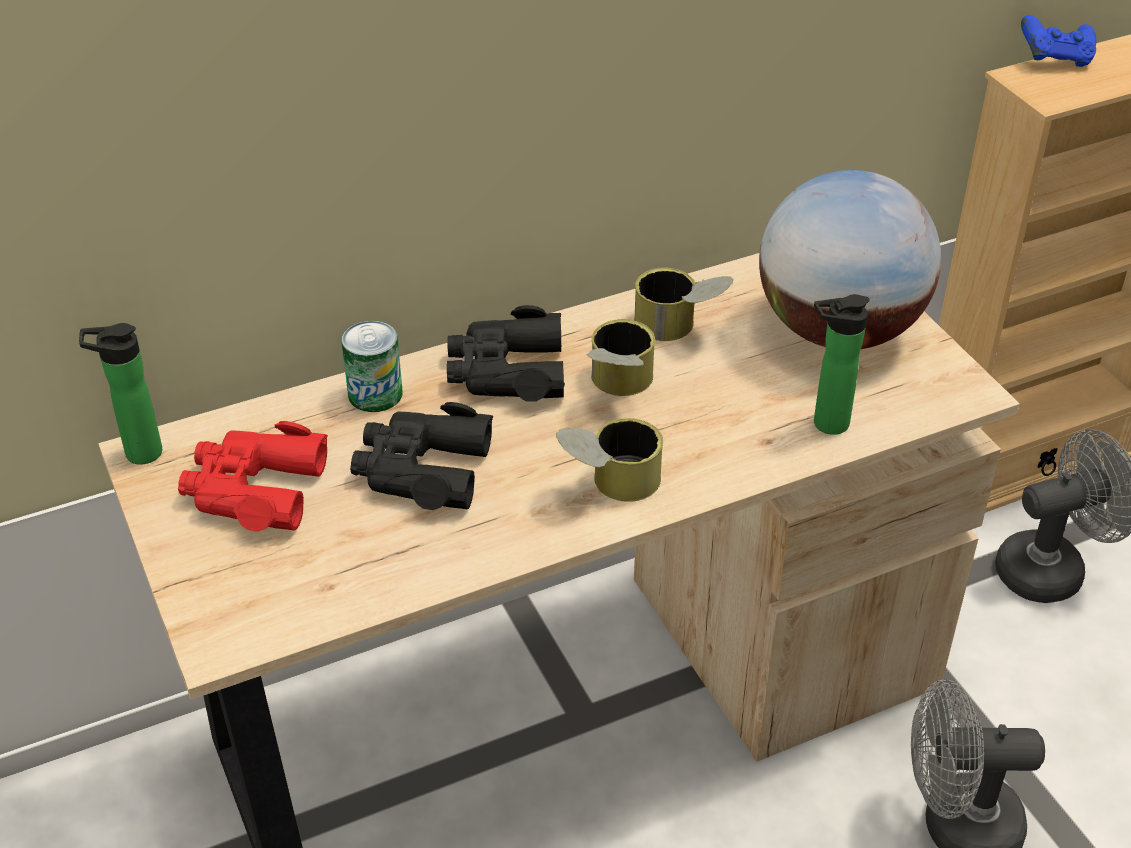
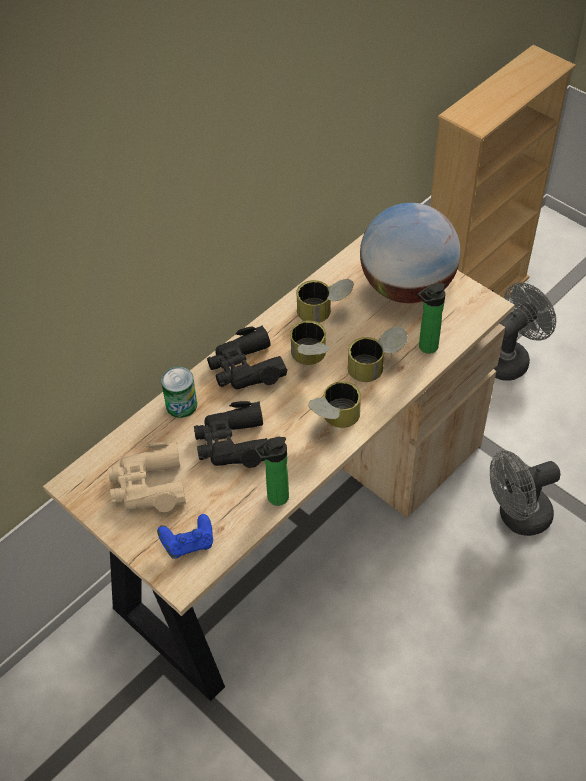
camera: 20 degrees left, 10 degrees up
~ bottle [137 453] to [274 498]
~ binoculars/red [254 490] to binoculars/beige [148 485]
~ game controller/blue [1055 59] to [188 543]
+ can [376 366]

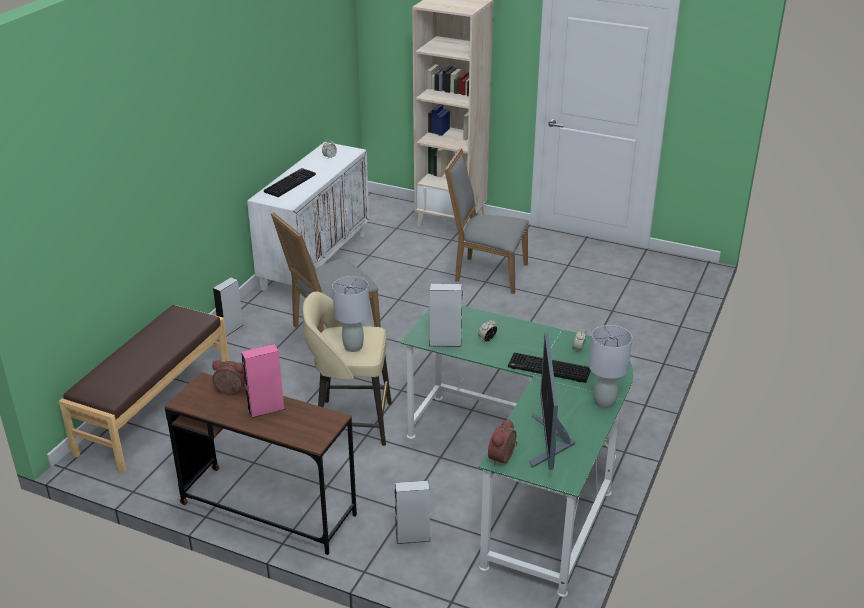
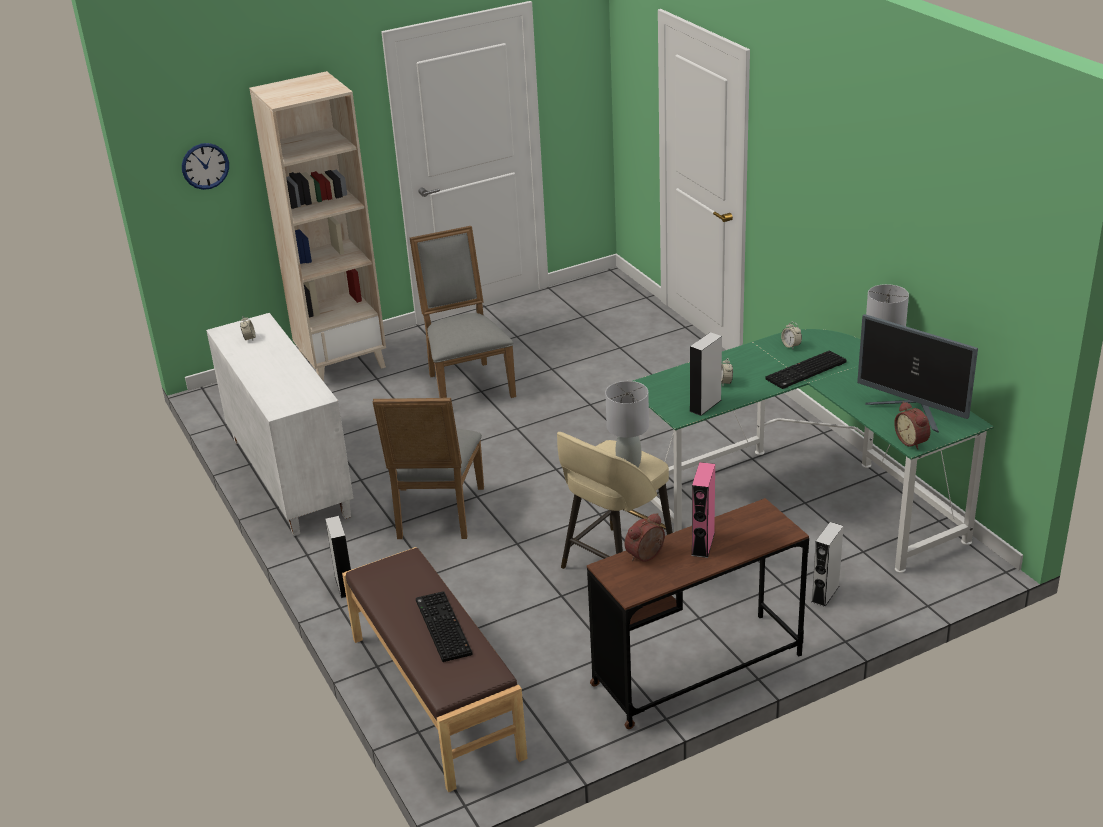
camera: 50 degrees left, 0 degrees up
~ keyboard [289 183] to [441 627]
~ chair/grey [486 273] = [467 384] 105 degrees clockwise
+ wall clock [205 166]

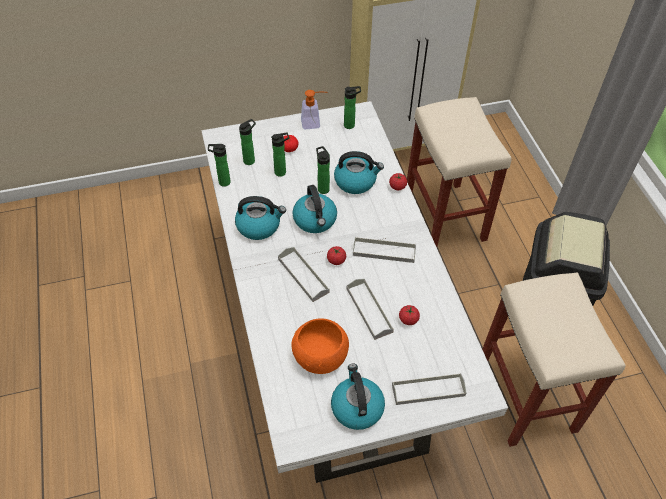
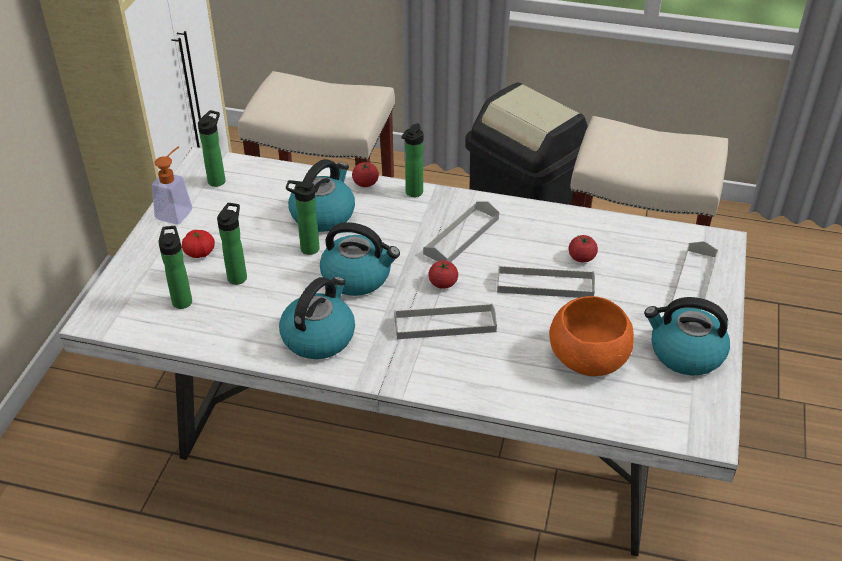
camera: 60 degrees left, 10 degrees down
~ bottle [222 182] to [413 193]

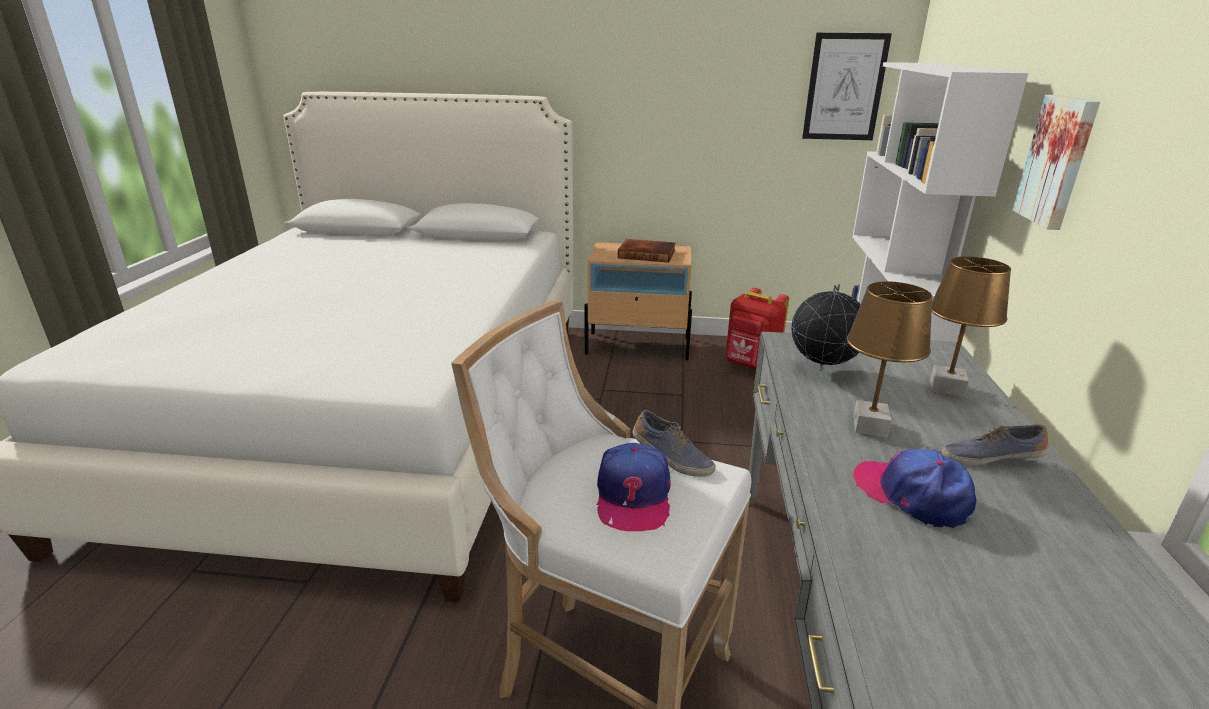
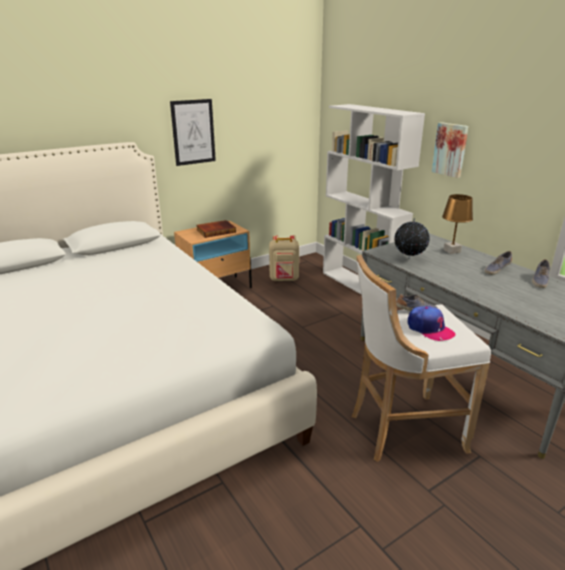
camera: 40 degrees left, 0 degrees up
~ backpack/red [751 365] to backpack/beige [284 279]
~ picture [845 87] to [193 132]
- table lamp/brown [870 427]
- cap [912 495]
+ shoe [539 280]

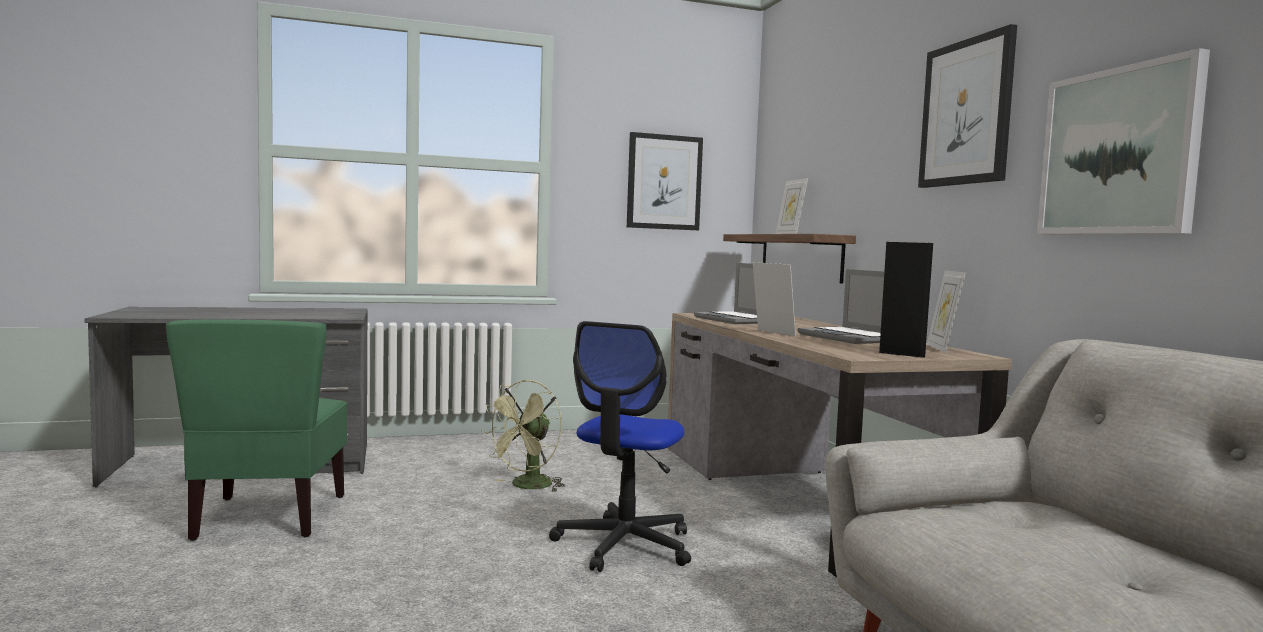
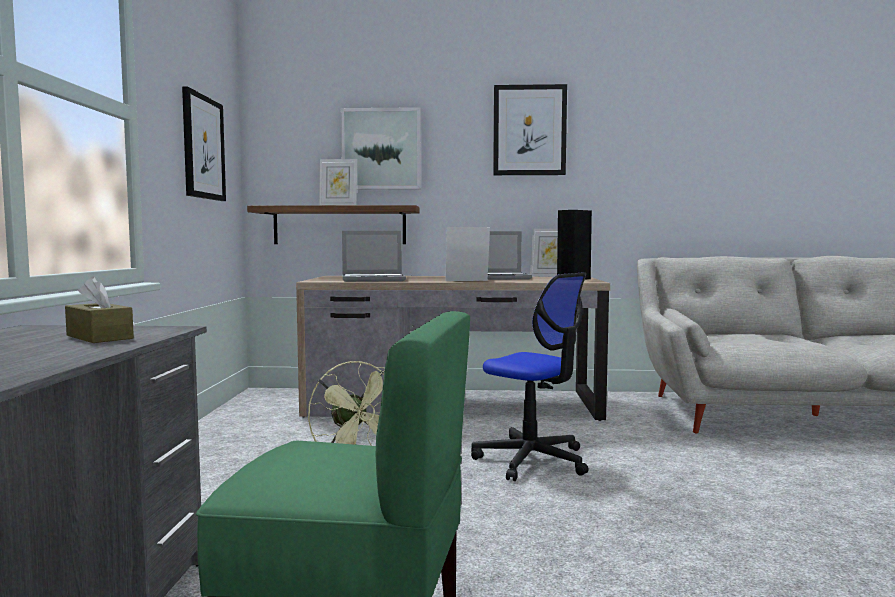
camera: 70 degrees left, 0 degrees up
~ picture [1119 152] to [381 149]
+ tissue box/brown [99 337]

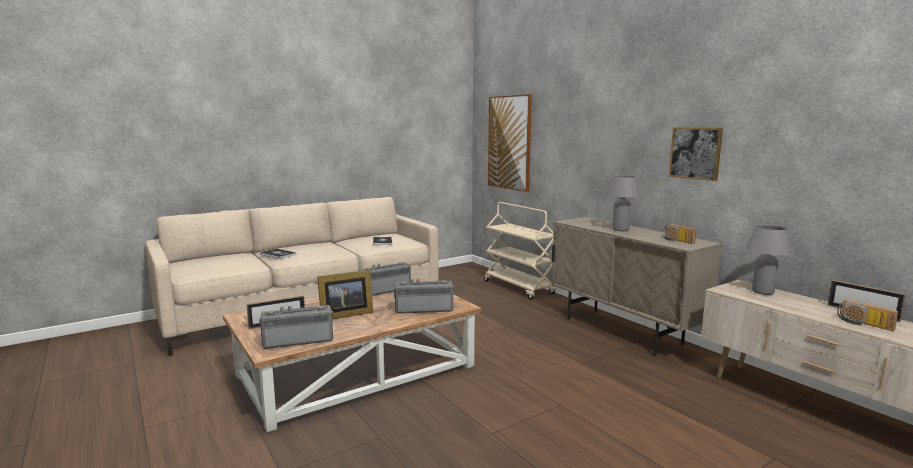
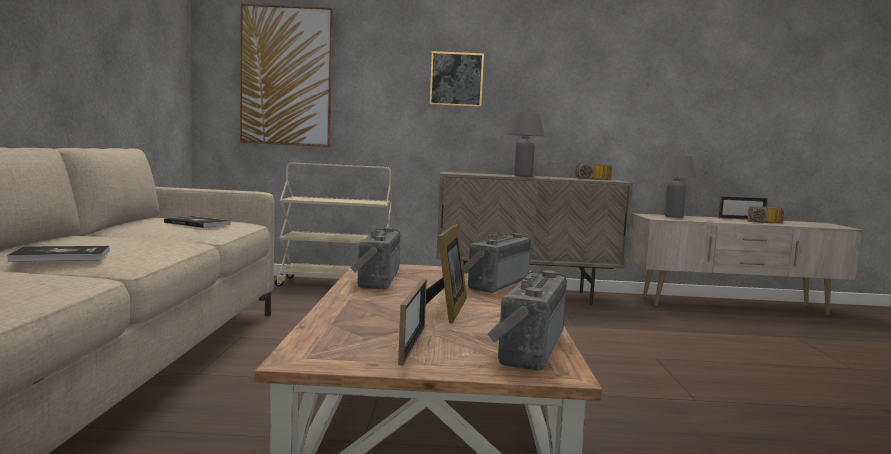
camera: 55 degrees left, 5 degrees down
~ picture [695 153] to [456 79]

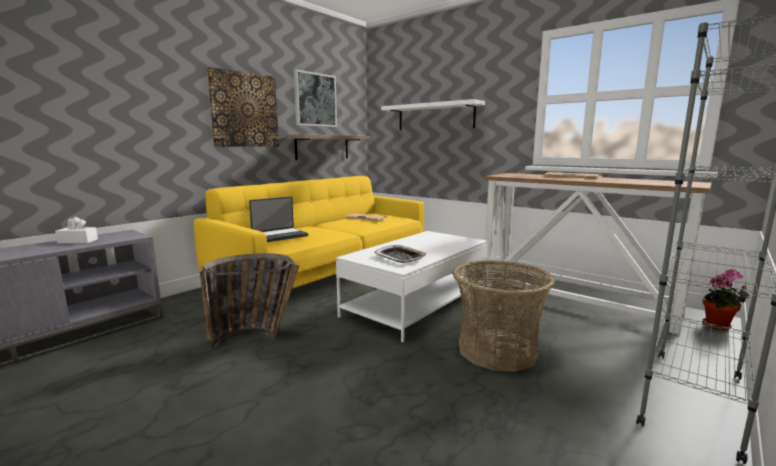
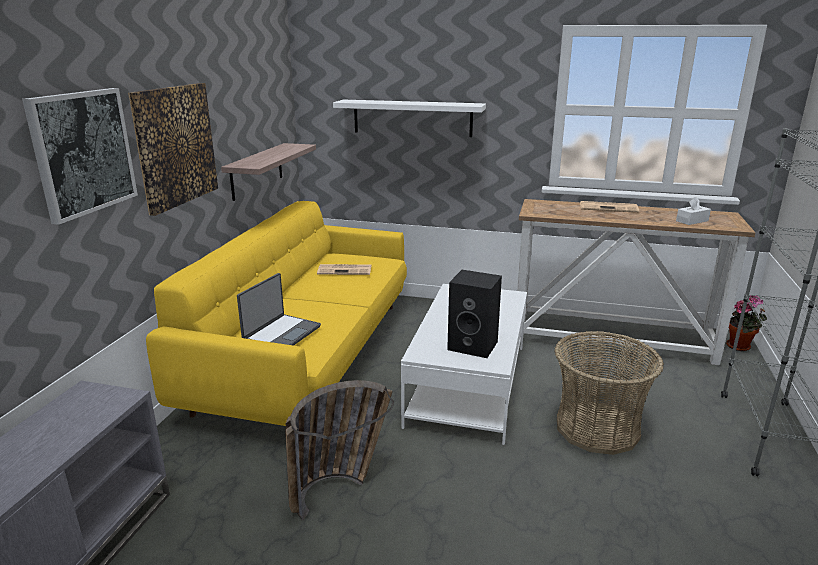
camera: 25 degrees left, 10 degrees up
~ tissue box/white [78 241] to [692 221]
~ picture [315 100] to [83 152]
~ tray [400 258] to speaker/black [474 345]

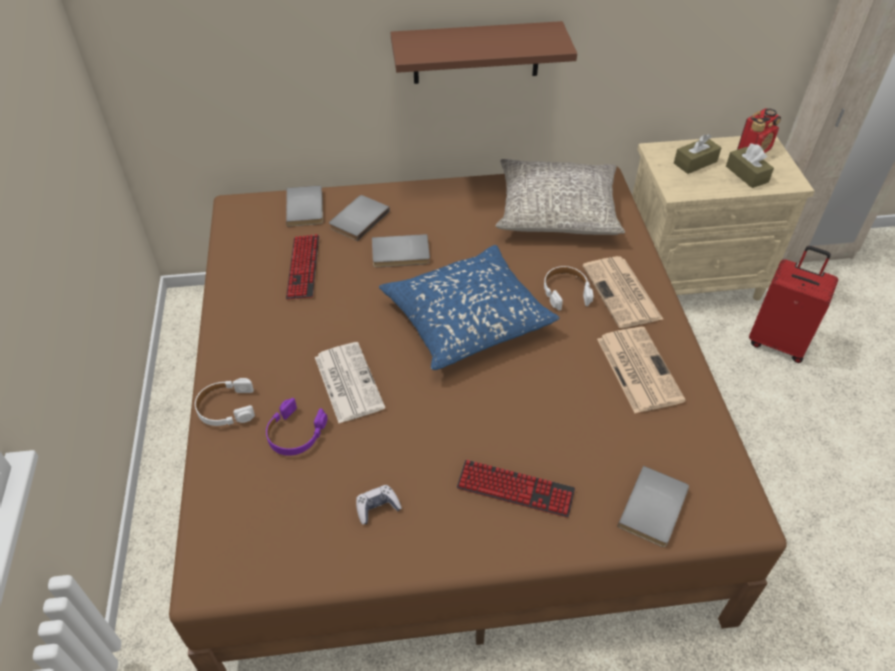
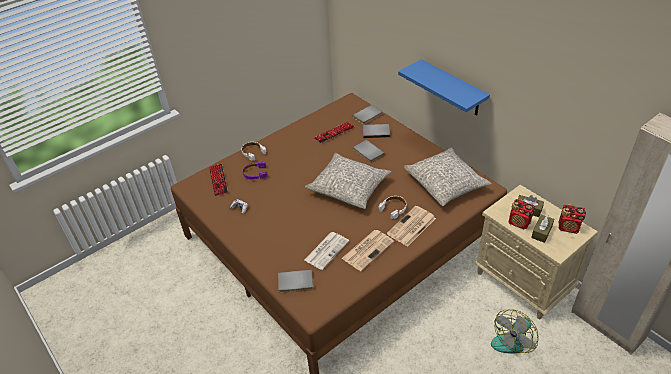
camera: 60 degrees right, 5 degrees down
~ newspaper [347 381] to [326 250]
~ pillow/blue [467 319] to pillow/grey [349 187]
~ shelf/brown [476 53] to shelf/blue [452 88]
~ keyboard [515 489] to [218 180]
~ suitcase/red [778 342] to fan [512 339]
+ radio [519 223]

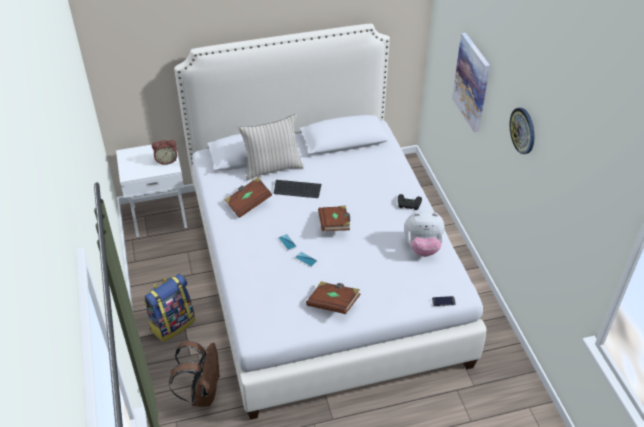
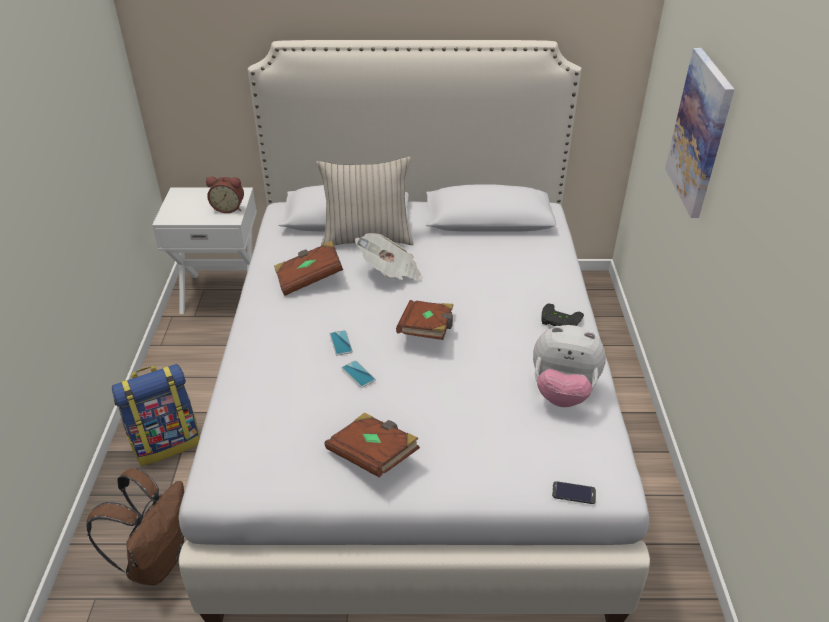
camera: 15 degrees right, 5 degrees down
~ keyboard [297 190] to newspaper [390 272]
- wall clock [523 130]

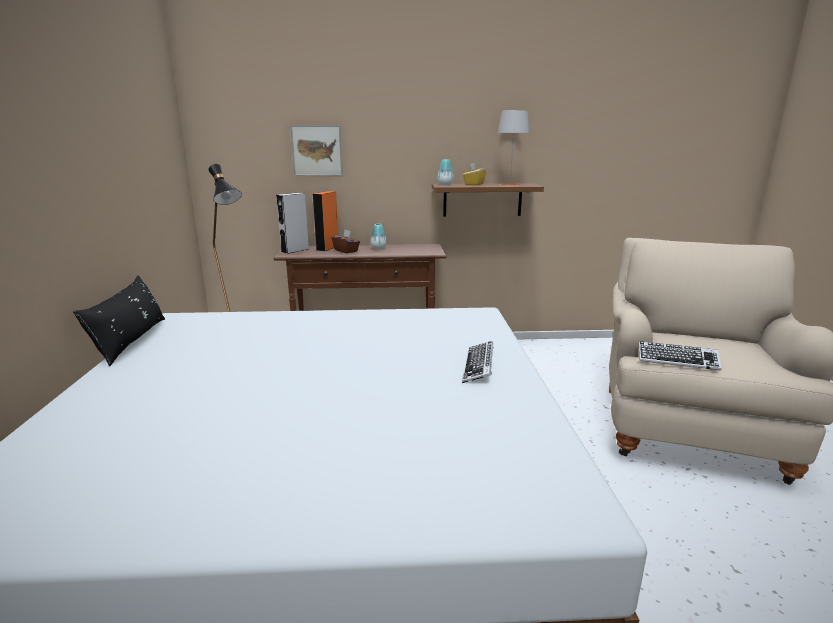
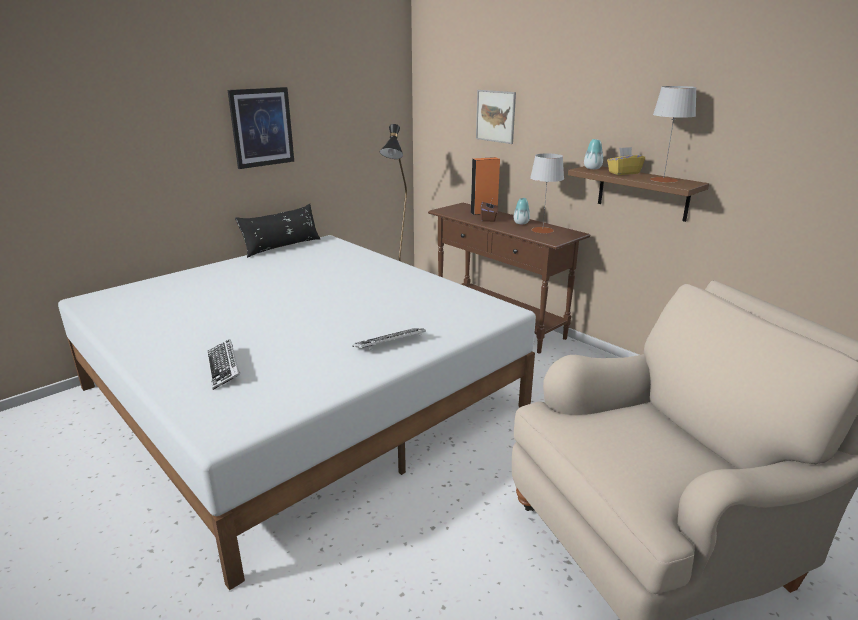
camera: 50 degrees right, 5 degrees up
- speaker/grey [295 250]
~ keyboard [677 360] to [223 368]
+ picture [262 127]
+ table lamp/grey [542 230]

